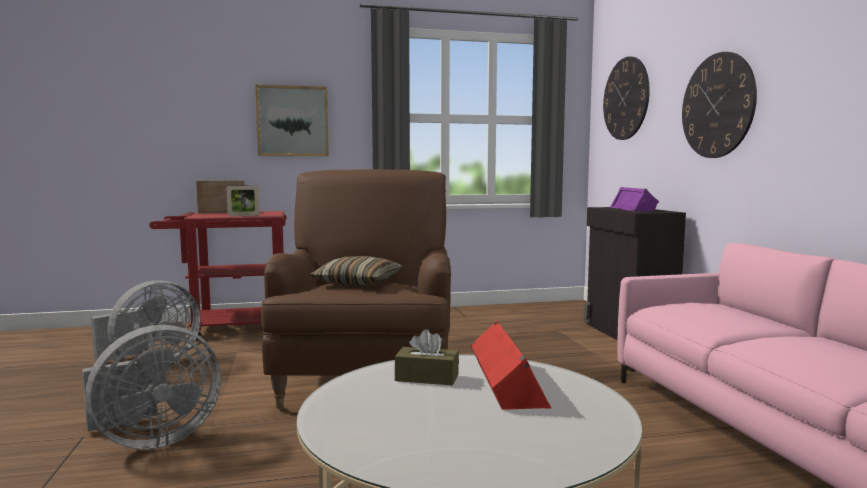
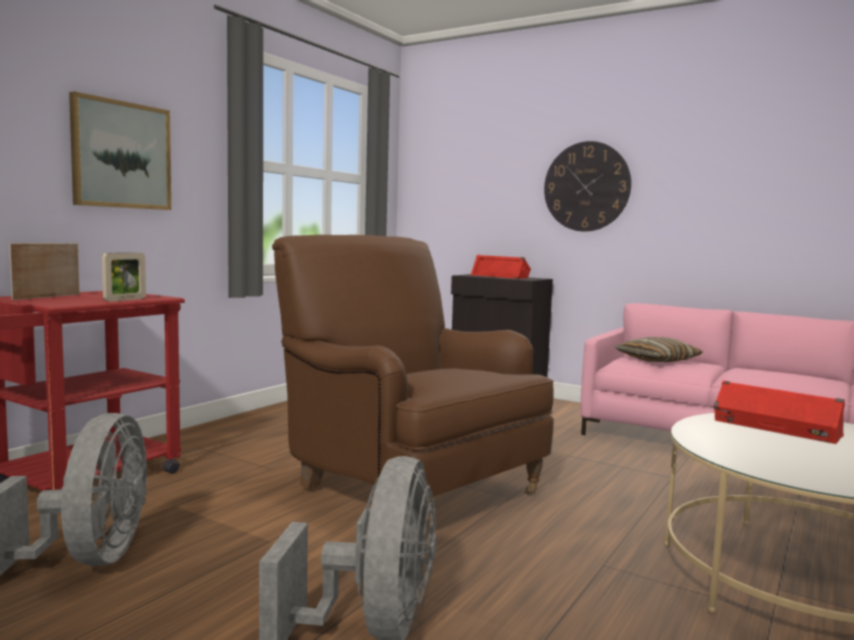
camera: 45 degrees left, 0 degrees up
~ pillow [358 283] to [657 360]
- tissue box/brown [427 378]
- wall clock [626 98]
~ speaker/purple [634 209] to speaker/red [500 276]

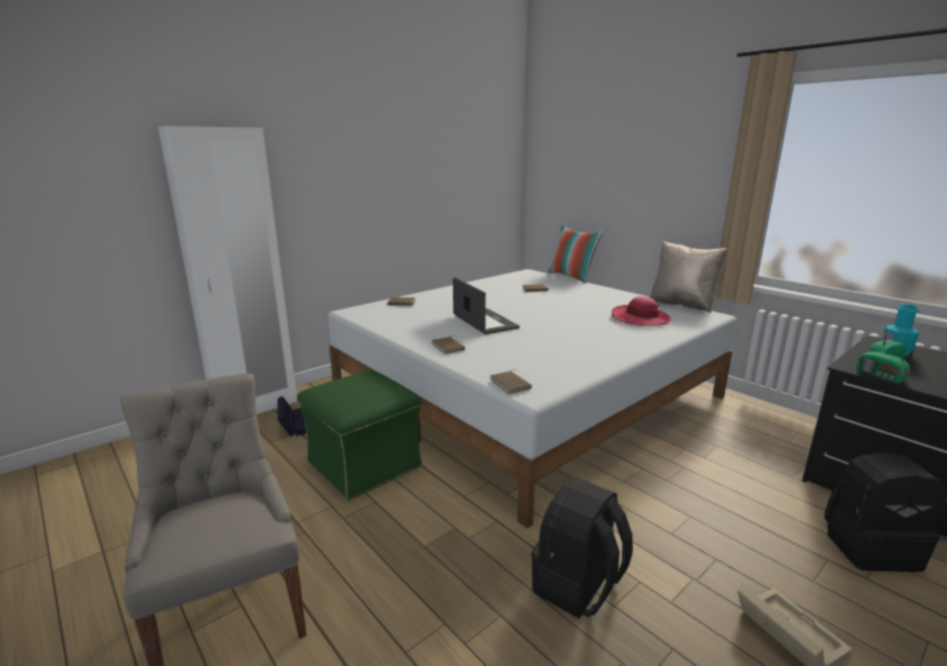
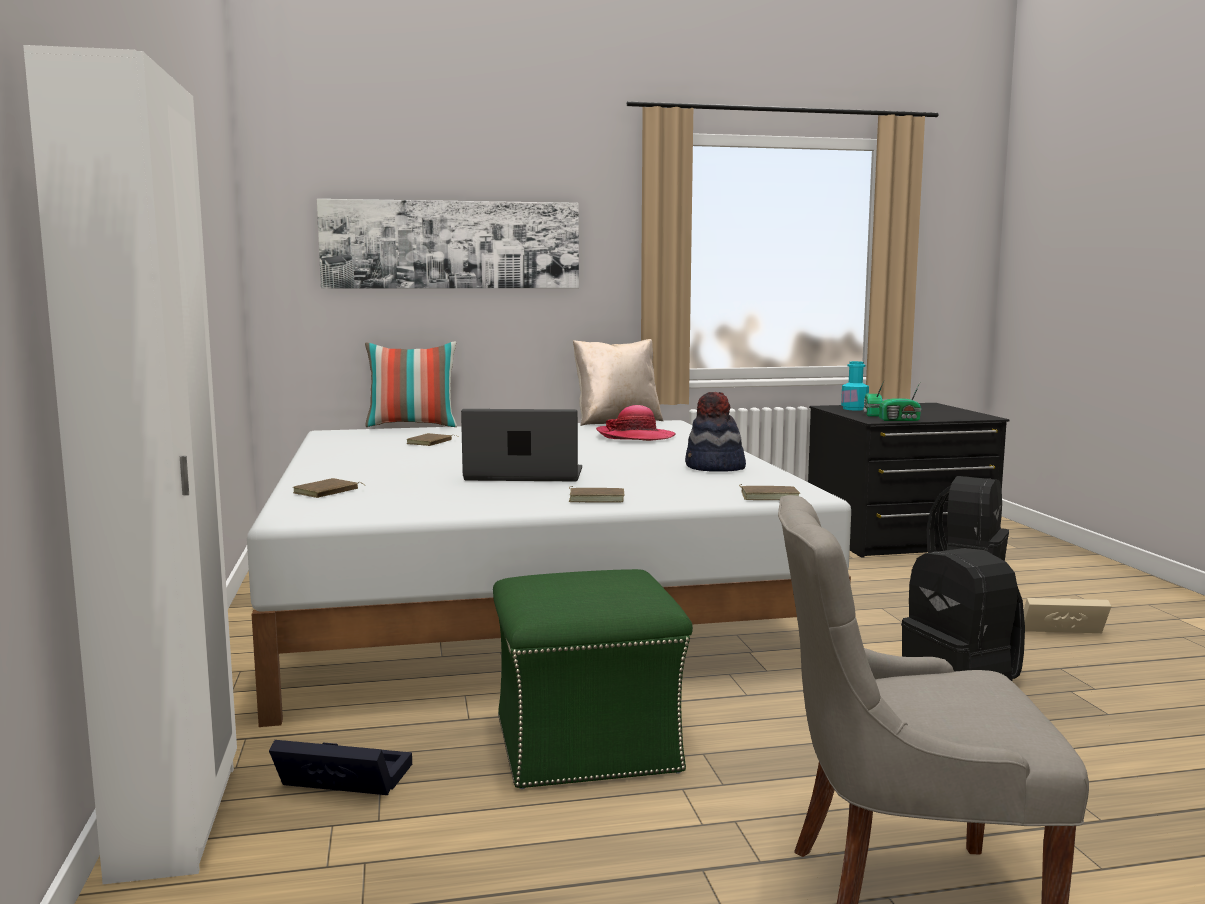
camera: 60 degrees left, 10 degrees down
+ picture [451 245]
+ hat [714 468]

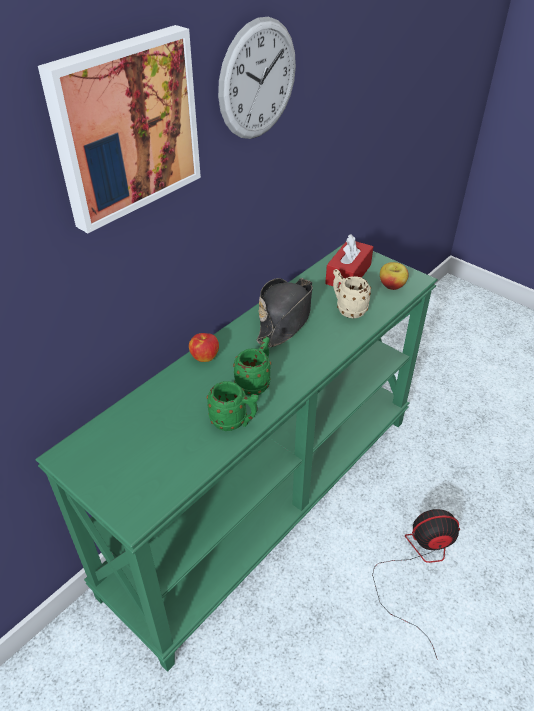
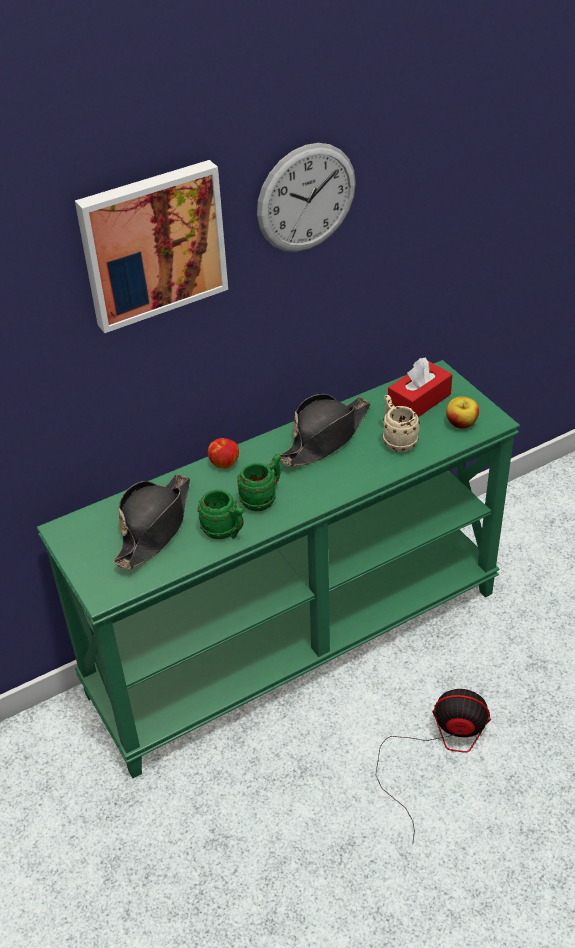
camera: 20 degrees right, 0 degrees up
+ hat/black [154 527]

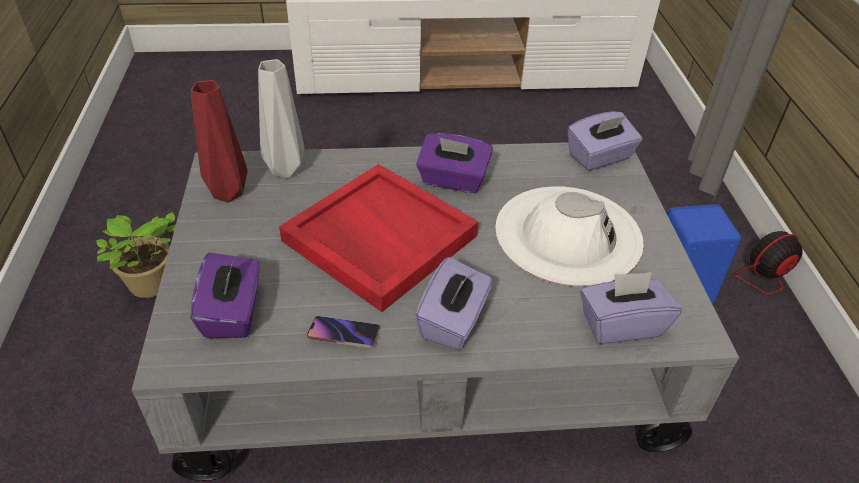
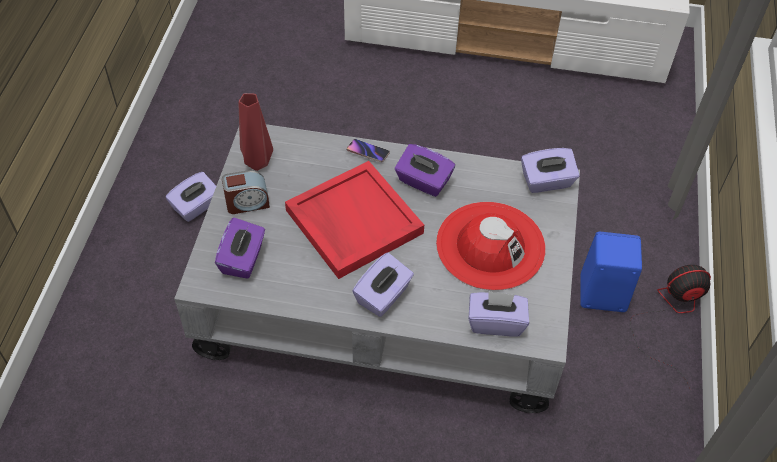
camera: 15 degrees right, 10 degrees up
~ potted plant [150 286] to tissue box/purple [196 206]
- vase/grey [287 171]
~ phone [343 334] to [368 152]
~ hat/white [568 234] to hat/red [490 245]
+ alarm clock [247 203]

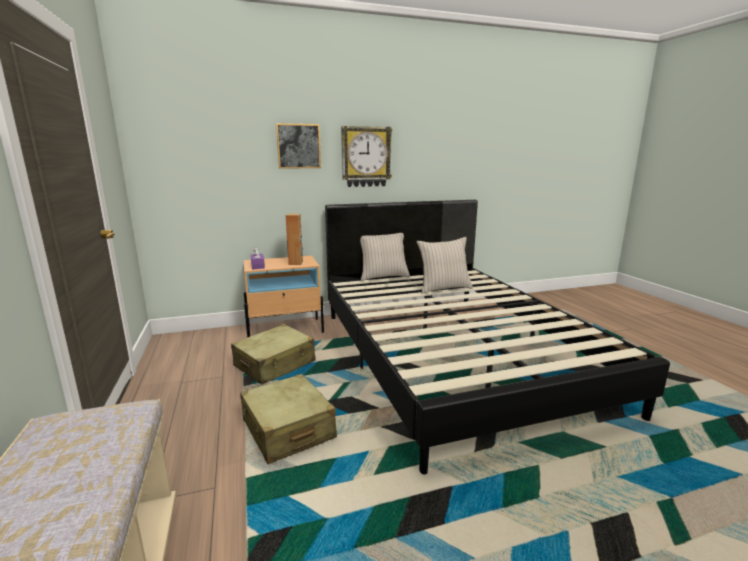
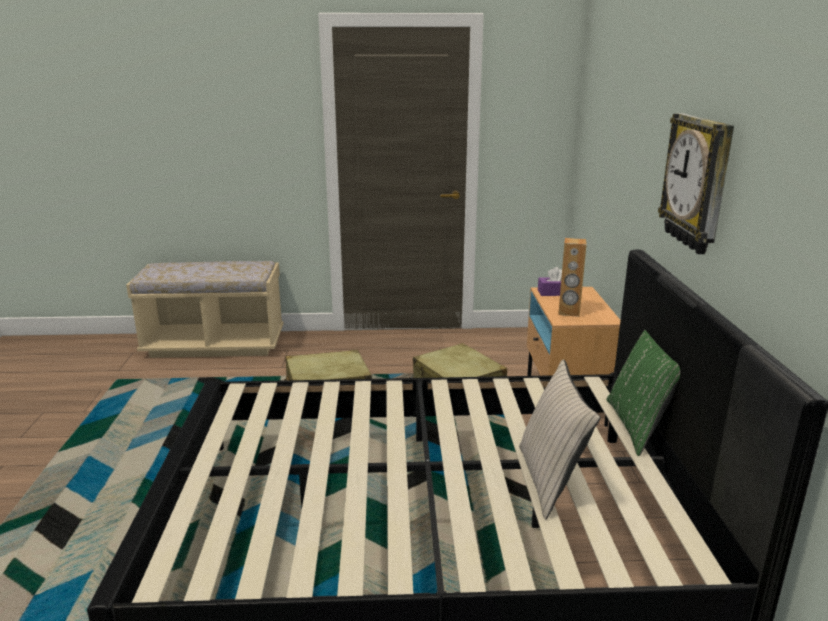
camera: 105 degrees right, 5 degrees up
- picture [298 146]
~ pillow/beige [383 277] to pillow/green [638 426]

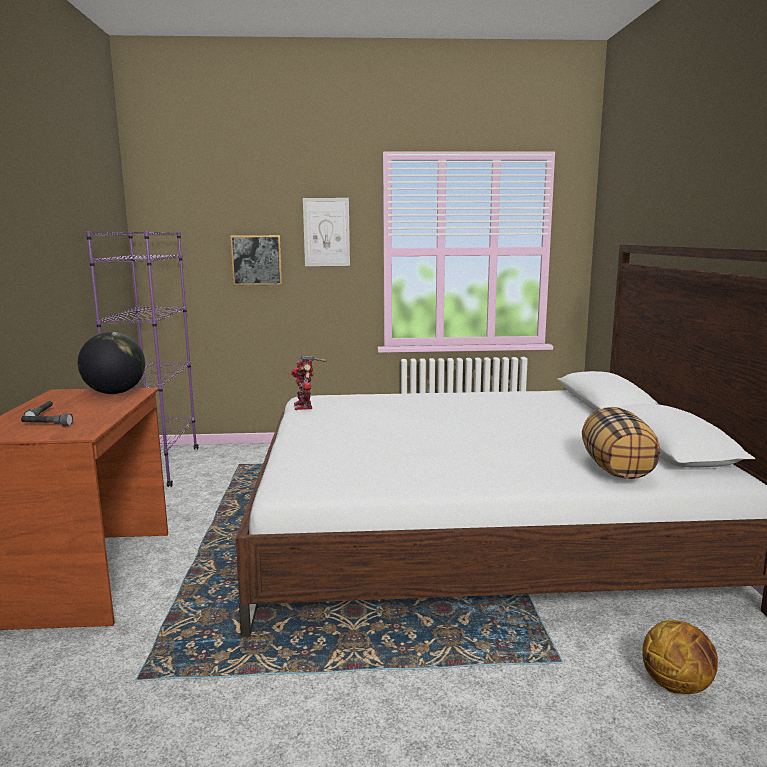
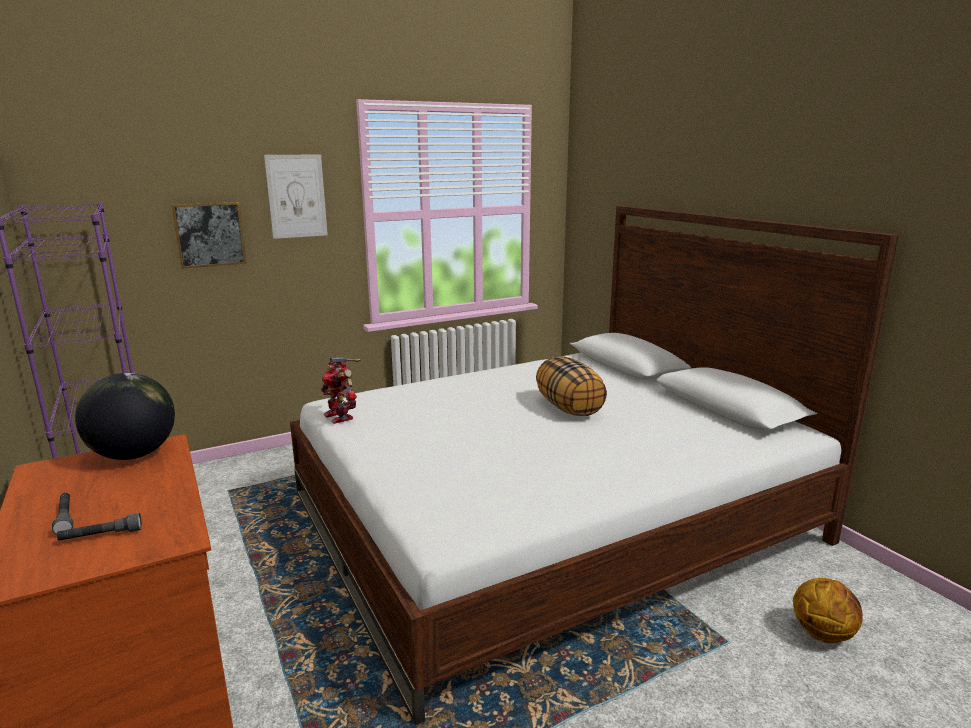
camera: 25 degrees left, 5 degrees up
~ pillow [617 469] to [569 408]

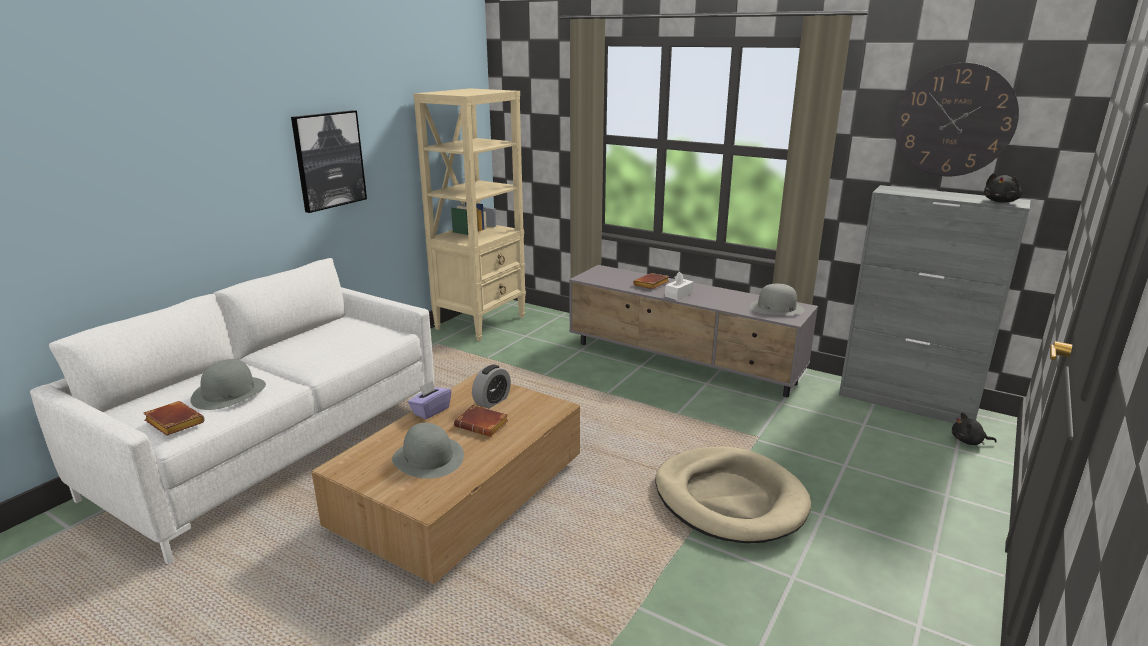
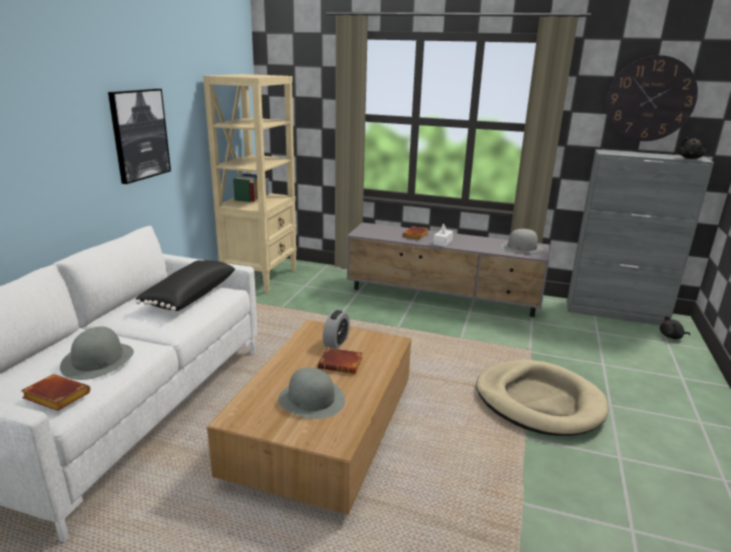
camera: 15 degrees left, 0 degrees up
- tissue box/purple [430 411]
+ pillow/black [189 296]

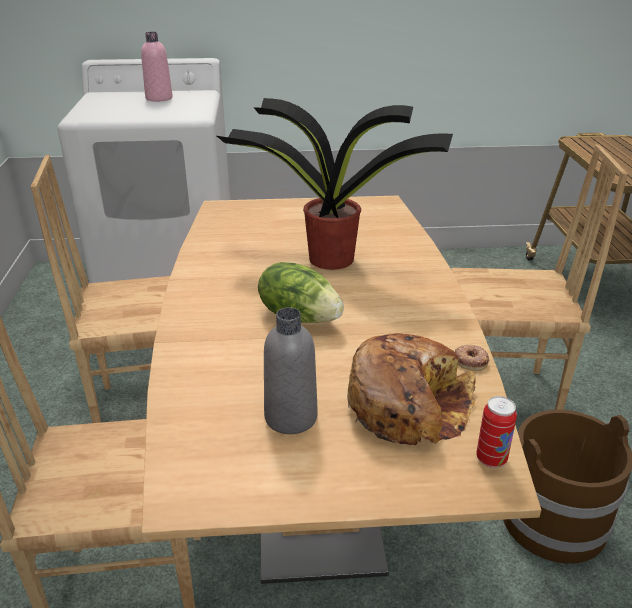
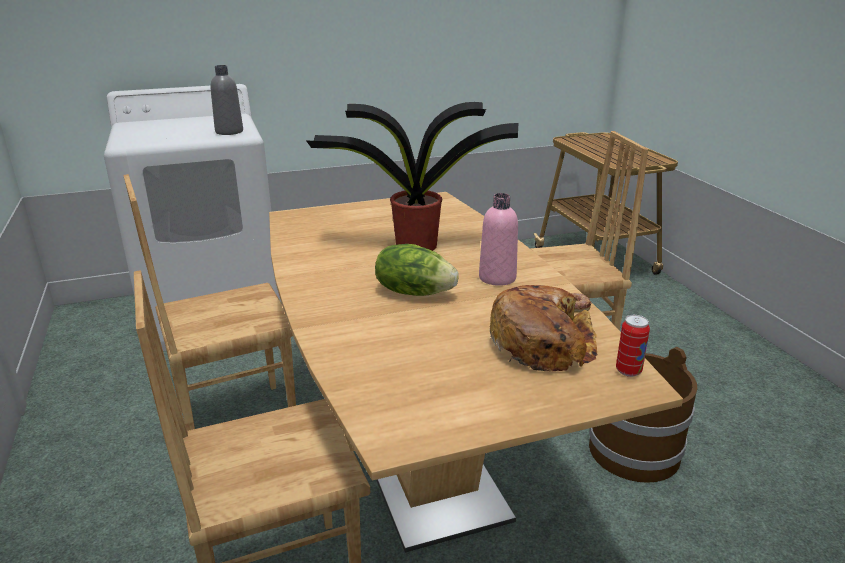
camera: 15 degrees left, 5 degrees down
~ bottle/pink [159 98] to [497 278]
~ bottle/grey [291 417] to [229 132]

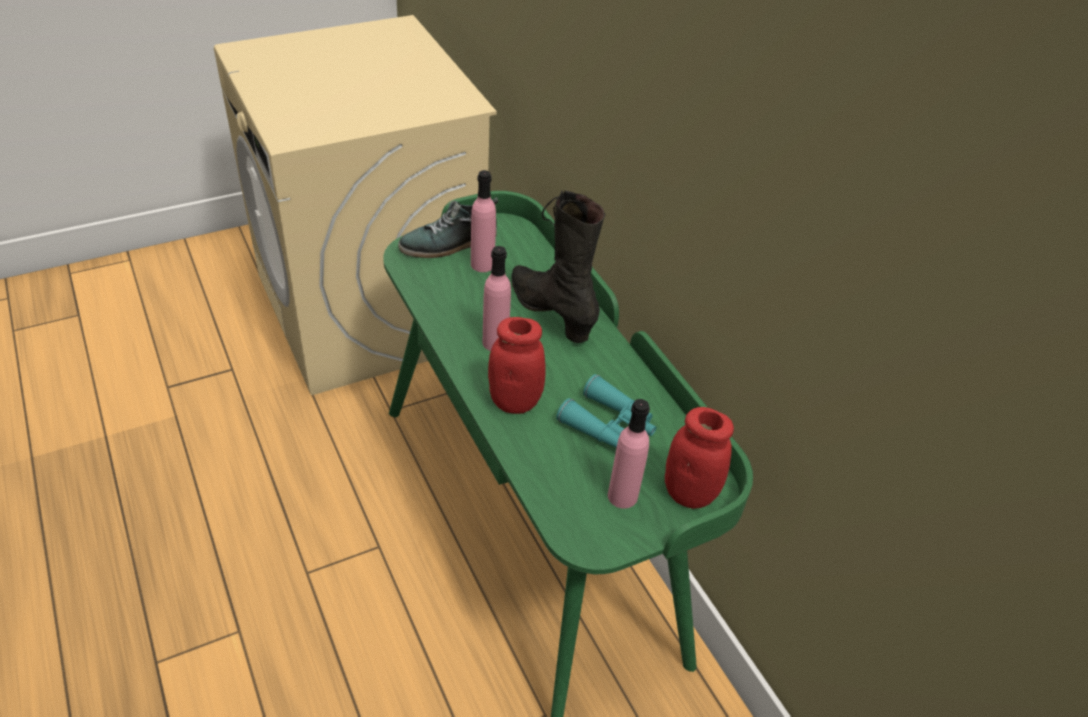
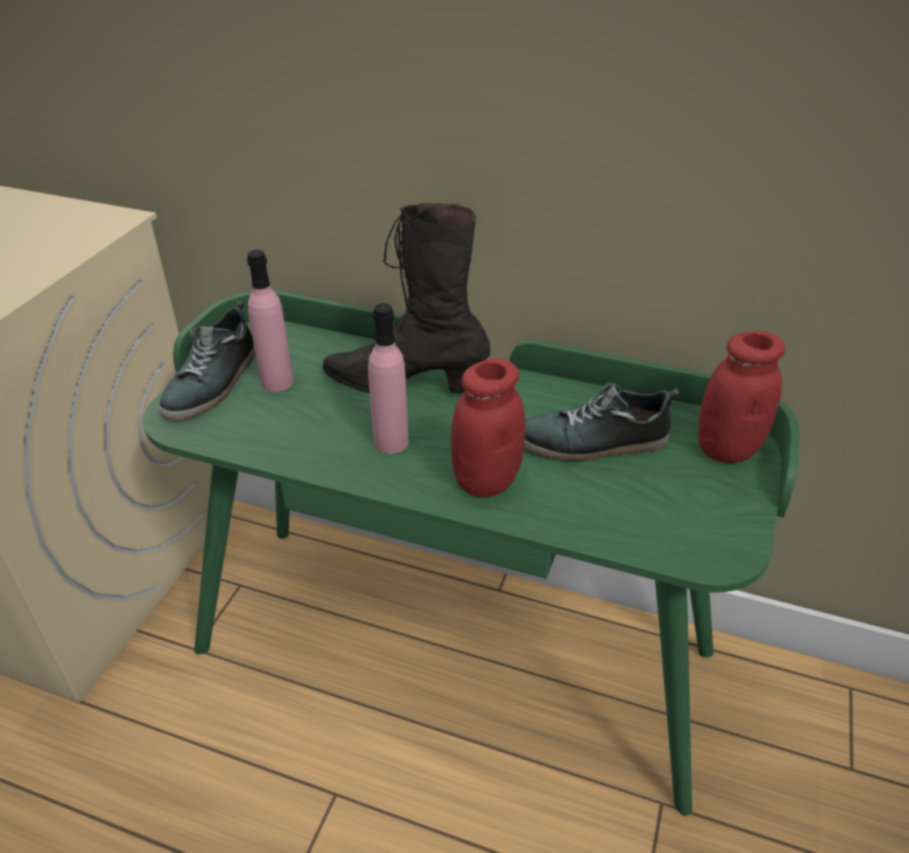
camera: 40 degrees left, 5 degrees down
~ binoculars/turquoise [609 426] to shoe [593 442]
- bottle/pink [622 496]

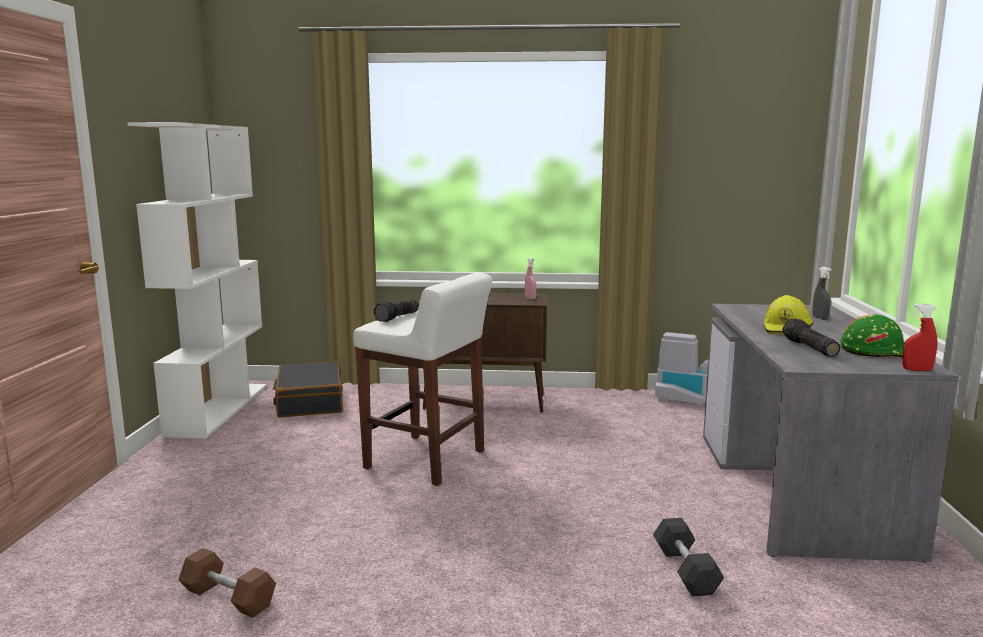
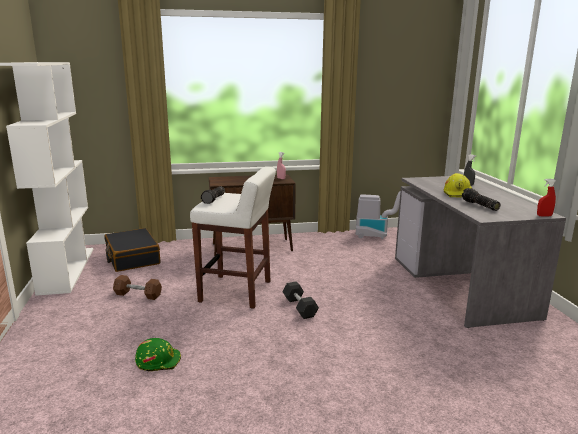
camera: 15 degrees left, 5 degrees up
~ dumbbell/brown [228 598] to [138 295]
~ dumbbell/grey [685 570] to [299 307]
~ hard hat/green [875 351] to [158 361]

